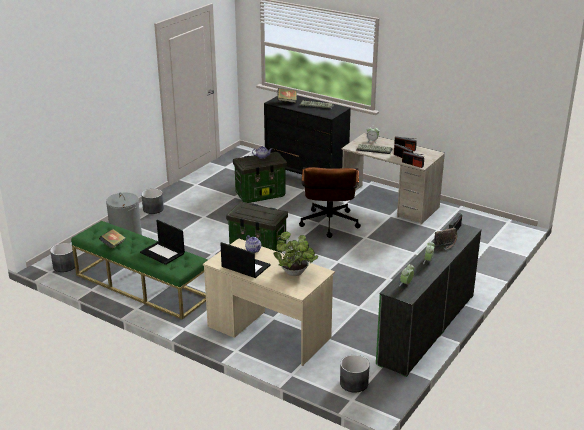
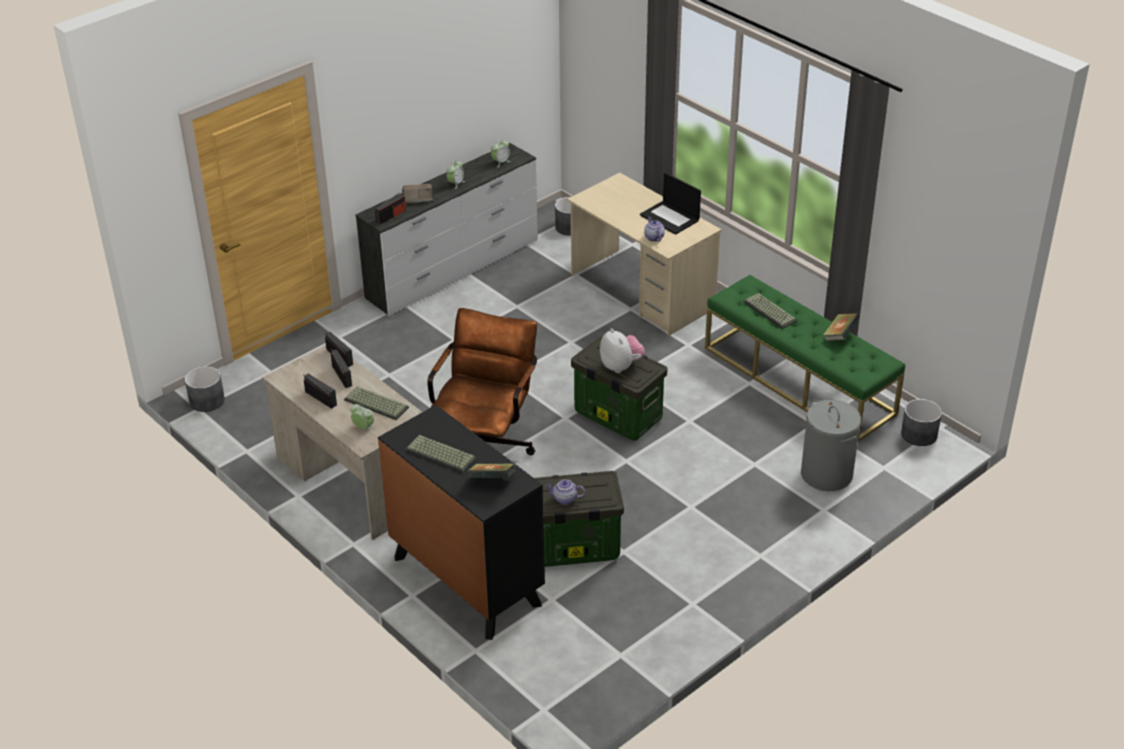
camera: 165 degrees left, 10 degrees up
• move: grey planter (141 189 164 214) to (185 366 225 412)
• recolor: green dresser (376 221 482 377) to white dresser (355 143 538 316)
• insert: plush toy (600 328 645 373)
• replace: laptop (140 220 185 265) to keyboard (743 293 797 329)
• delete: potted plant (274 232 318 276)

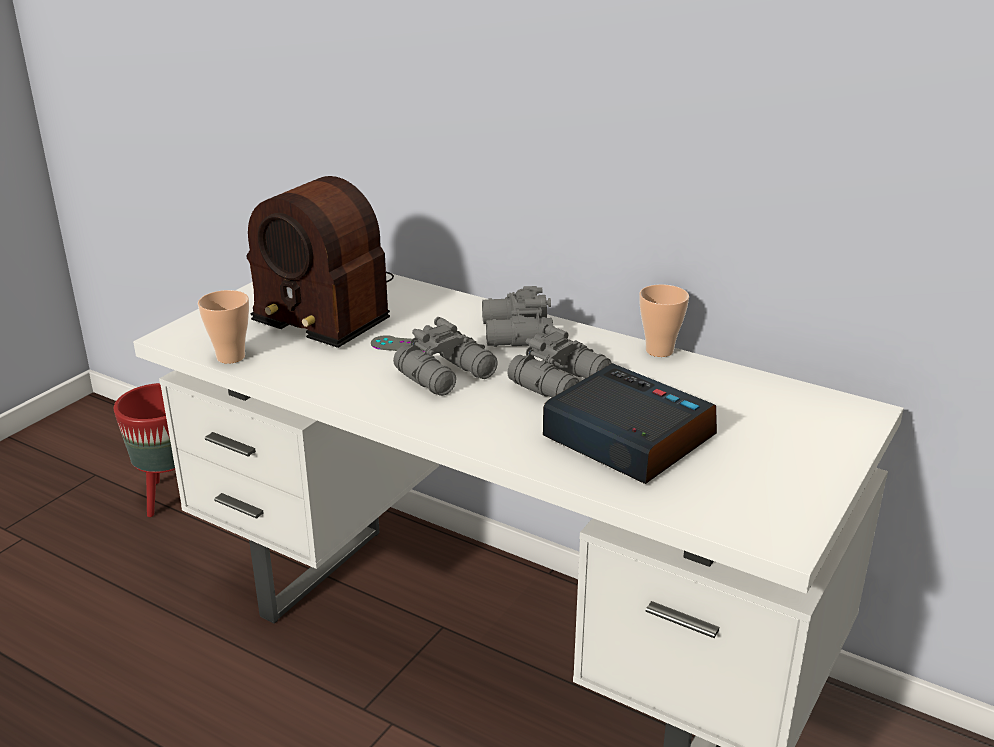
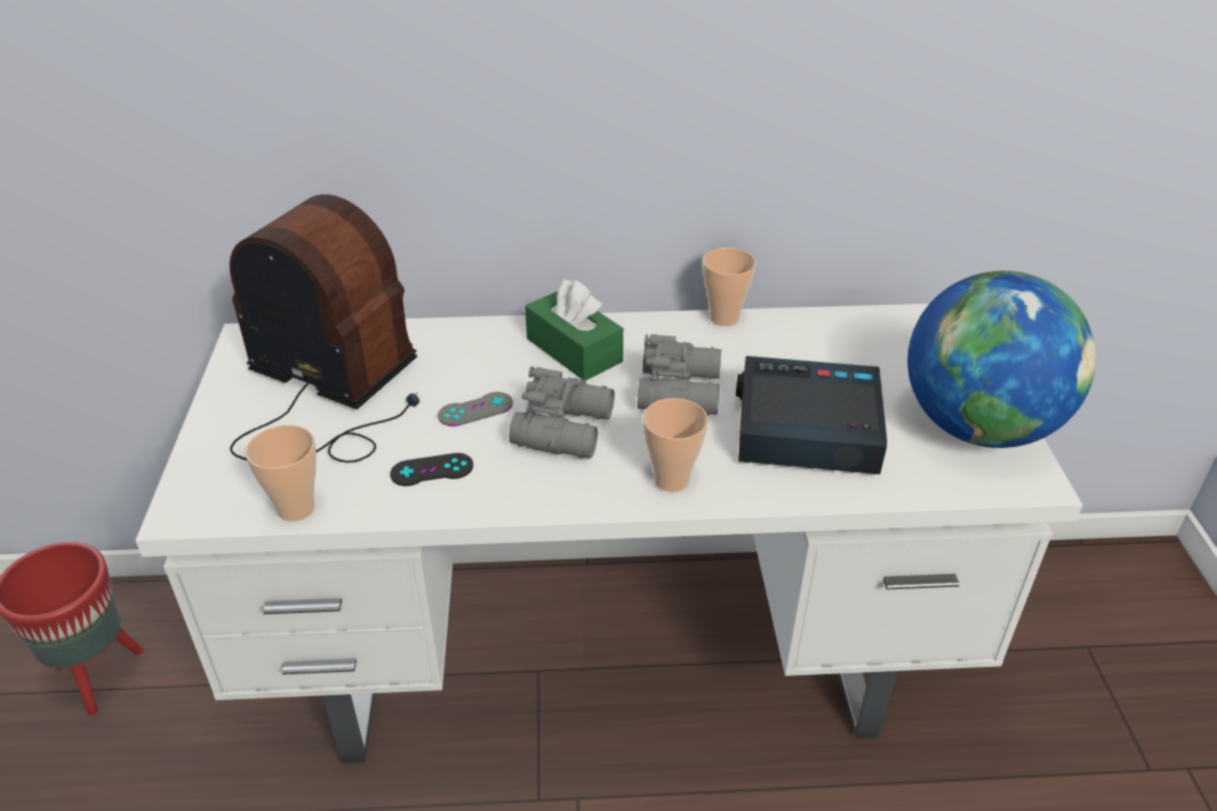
camera: 35 degrees left, 10 degrees up
• rotate: radio (246 176 394 348) = (229 194 420 463) 150 degrees counterclockwise
• insert: black game controller (390 453 473 486)
• replace: grey binoculars (482 286 553 347) to green tissue box (525 280 623 380)
• insert: cup (643 398 708 492)
• insert: globe (908 271 1096 448)

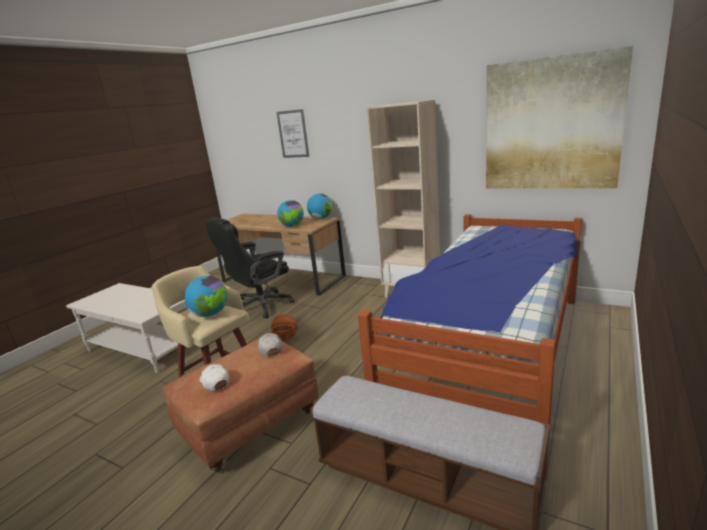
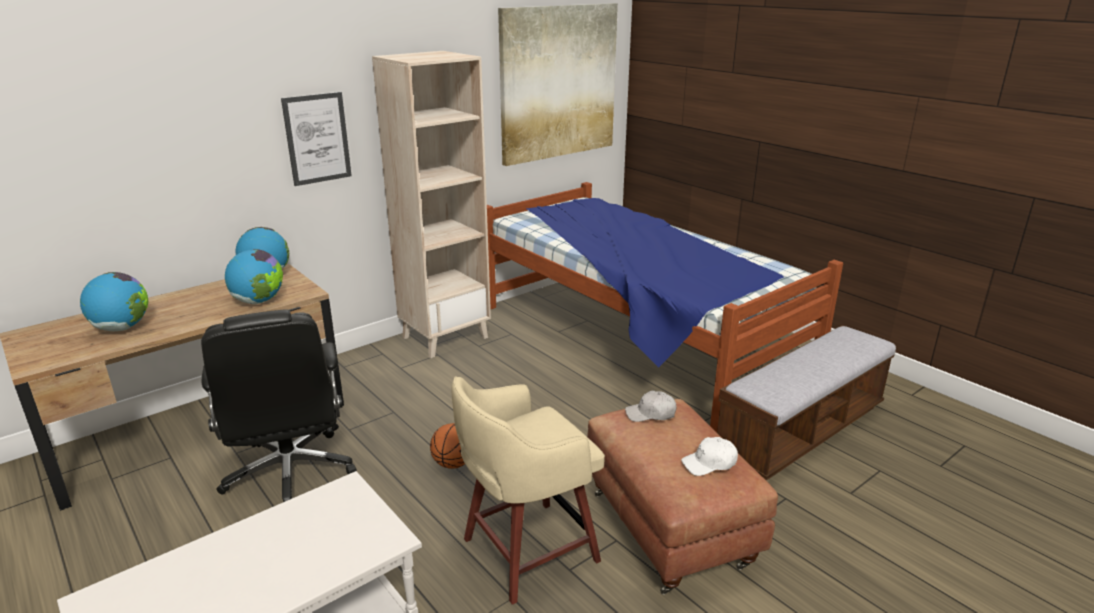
camera: 70 degrees left, 5 degrees up
• move: globe (185 276 227 317) to (80 272 148 331)
• move: picture (277 109 309 158) to (281 92 352 186)

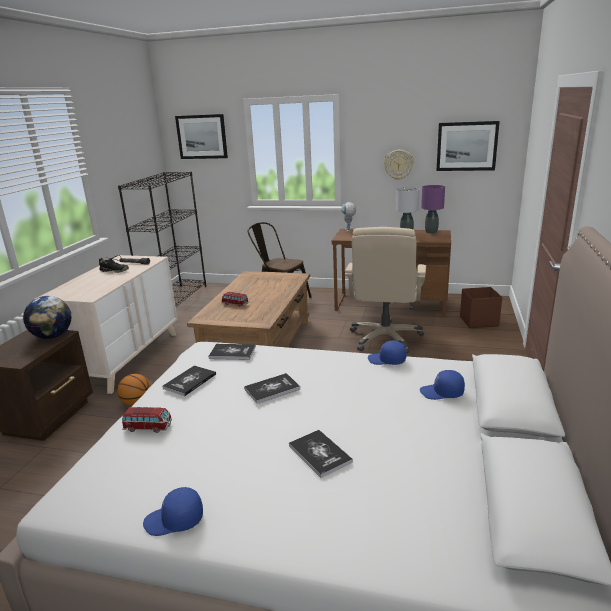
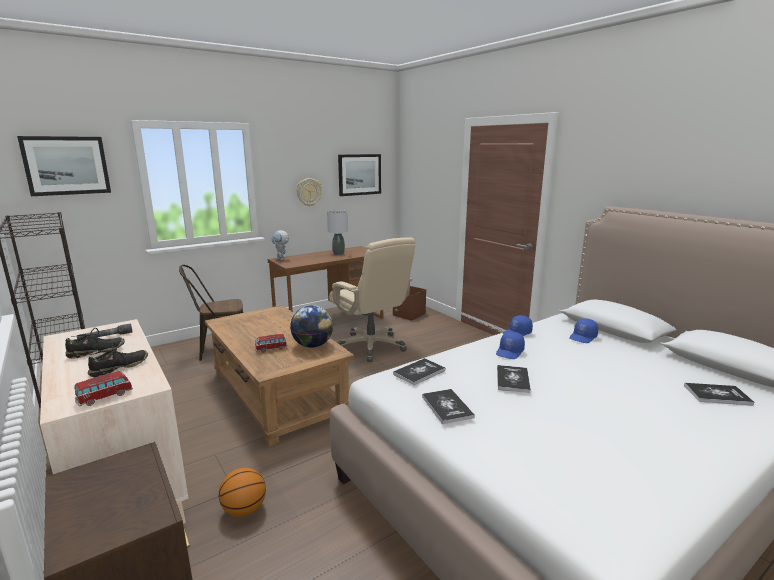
camera: 50 degrees left, 5 degrees down
• move: toy car (122 407 172 433) to (74 371 133 406)
• insert: black shoe (88 343 148 378)
• move: globe (23 296 72 339) to (290 305 333 348)
• move: blue cap (143 487 203 536) to (496 331 525 359)
• move: book (289 430 353 478) to (684 383 755 406)
• delete: purple table lamp (421 185 445 234)

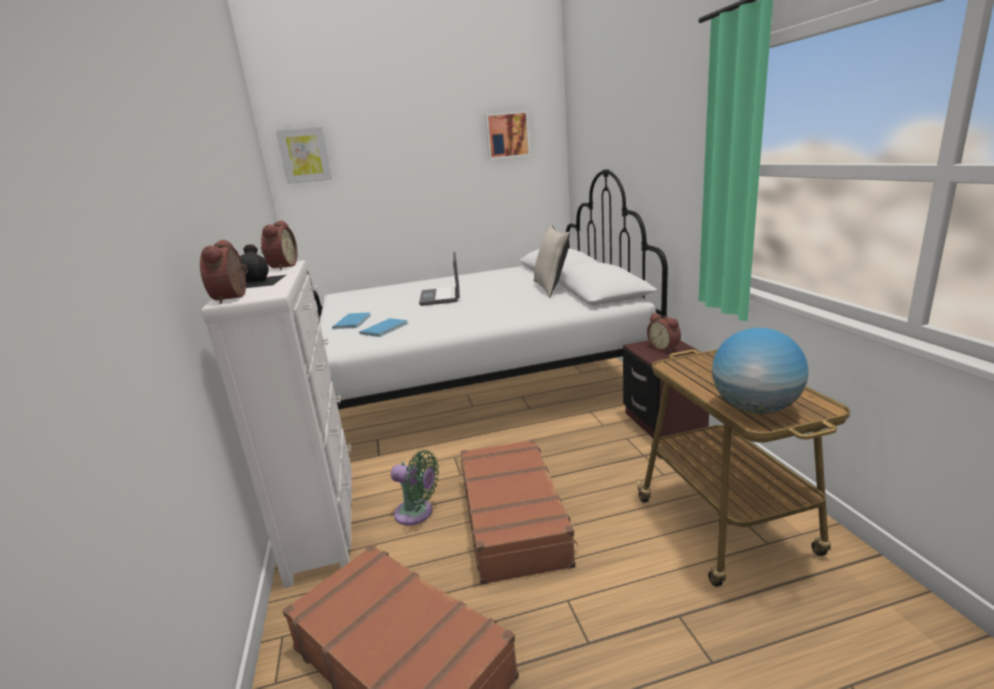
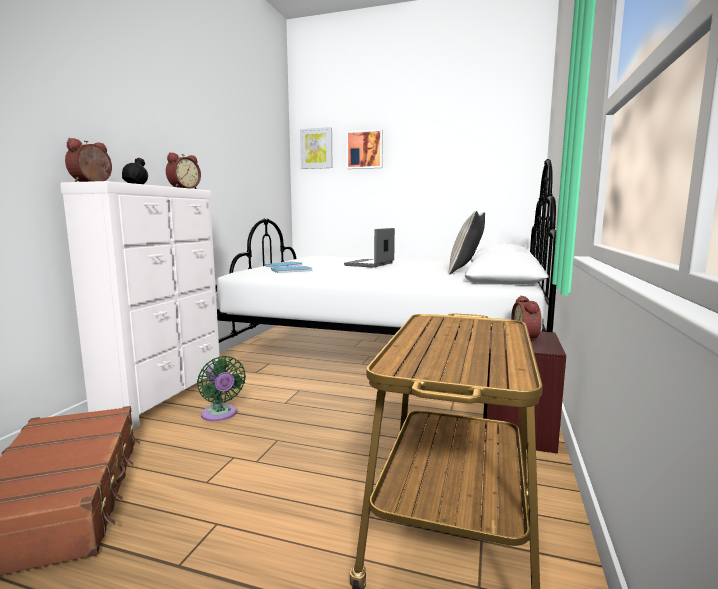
camera: 30 degrees right, 10 degrees down
• move: picture (485 111 531 160) to (346 129 383 169)
• delete: brown suitcase (461 439 578 585)
• delete: globe (712 328 808 414)

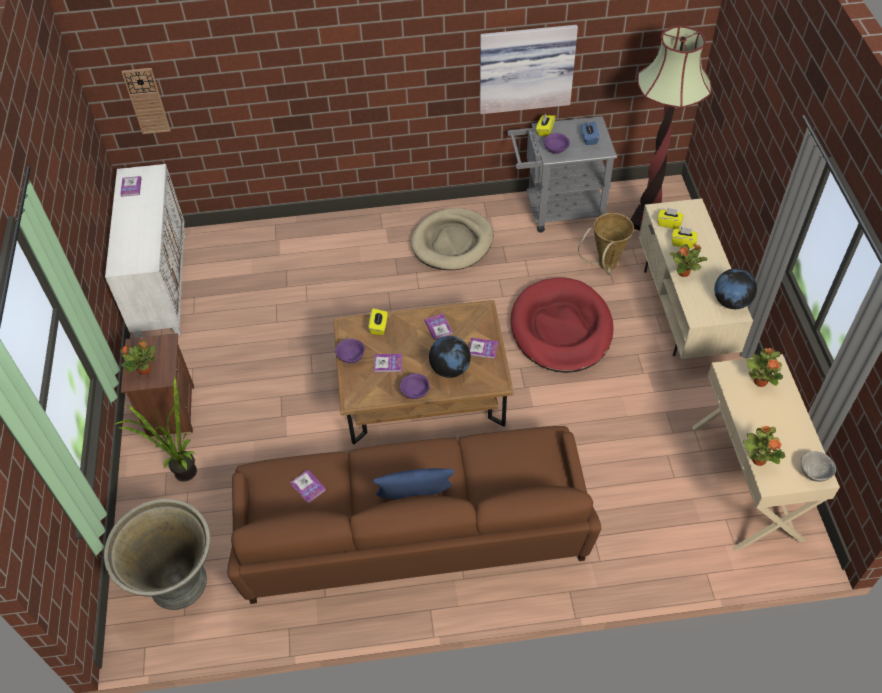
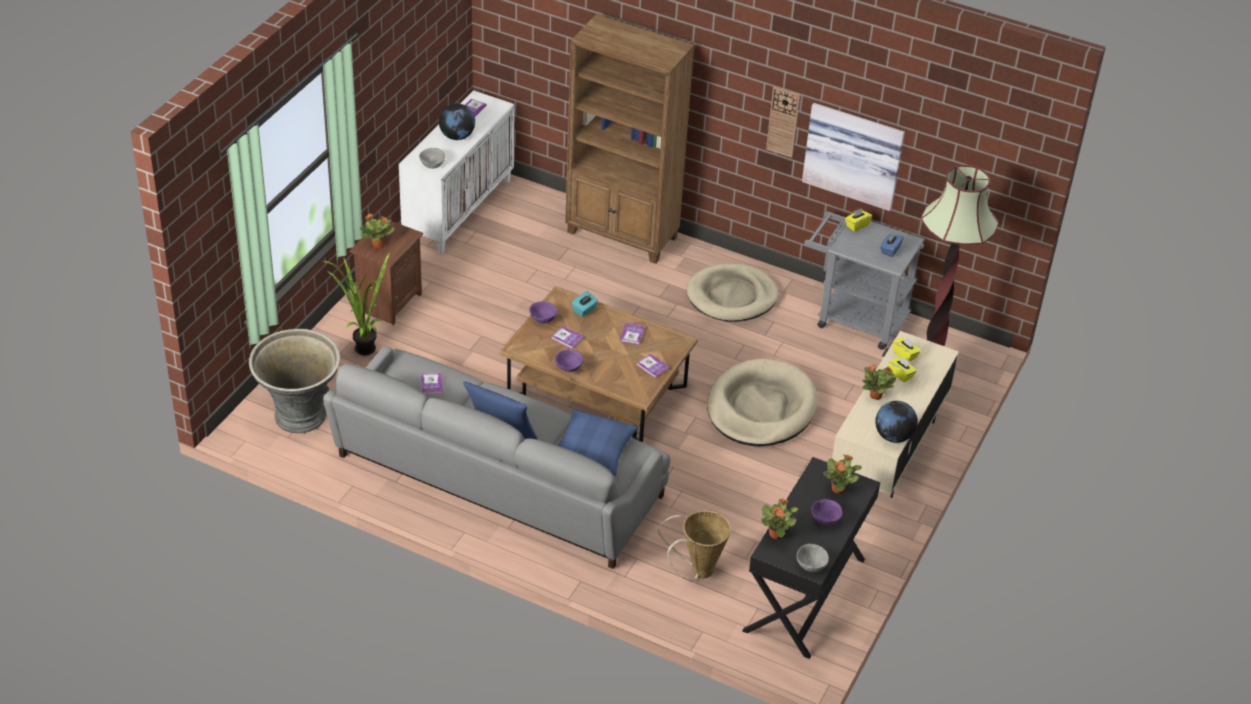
camera: 30 degrees right, 10 degrees down
• recolor: brown sofa (228 426 601 604) to grey sofa (323 346 670 569)
• insert: grey bowl (419 148 445 169)
• move: globe (429 336 471 378) to (439 103 475 140)
• insert: blue pillow (557 409 639 475)
• insert: brown bookcase (565 14 694 264)
• recolor: yellow tissue box (368 309 388 335) to turquoise tissue box (571 291 598 317)
• move: basket (578 213 634 275) to (658 510 731 581)
• recolor: red dog bed (510 277 613 373) to beige dog bed (707 358 818 446)
• recolor: beige console table (692 354 840 551) to black console table (742 457 880 659)
• move: wall clock (122 68 171 134) to (766 86 800 158)
• move: purple bowl (544 133 570 154) to (811 499 843 525)

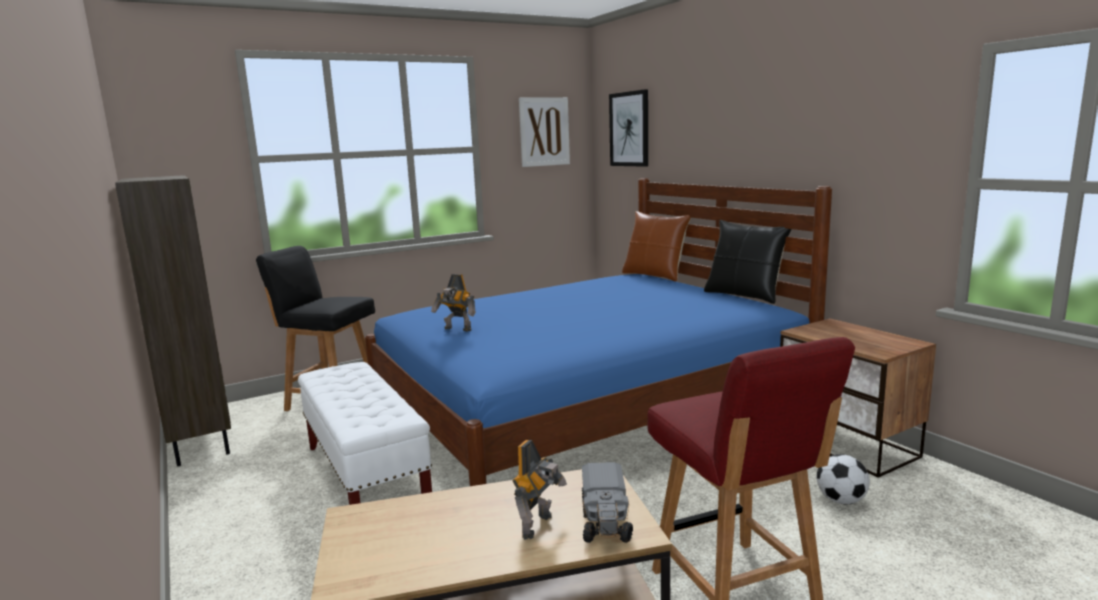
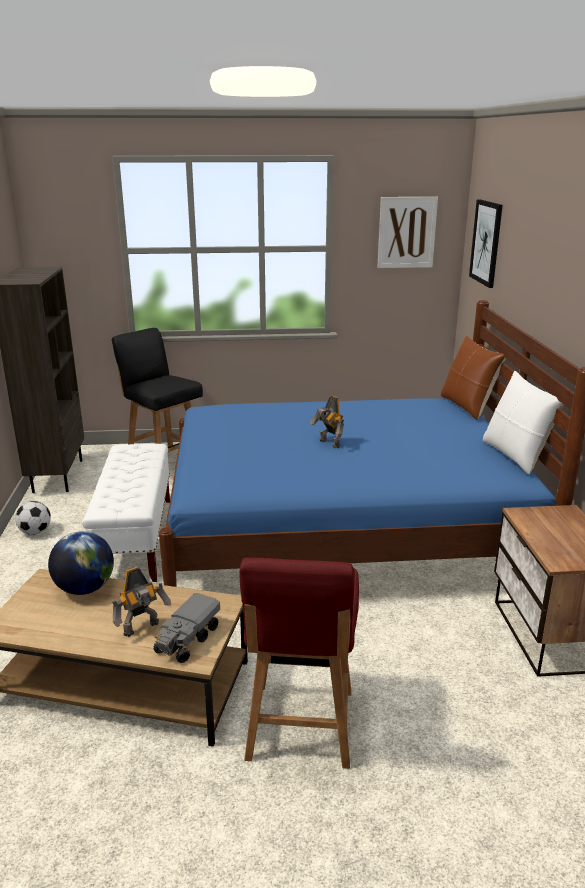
camera: 25 degrees right, 10 degrees up
• move: football (817 454 870 505) to (15 501 51 535)
• insert: globe (48 531 114 595)
• move: toy robot (431 274 475 332) to (310 396 344 448)
• recolor: black pillow (704 220 792 304) to white pillow (483 371 564 474)

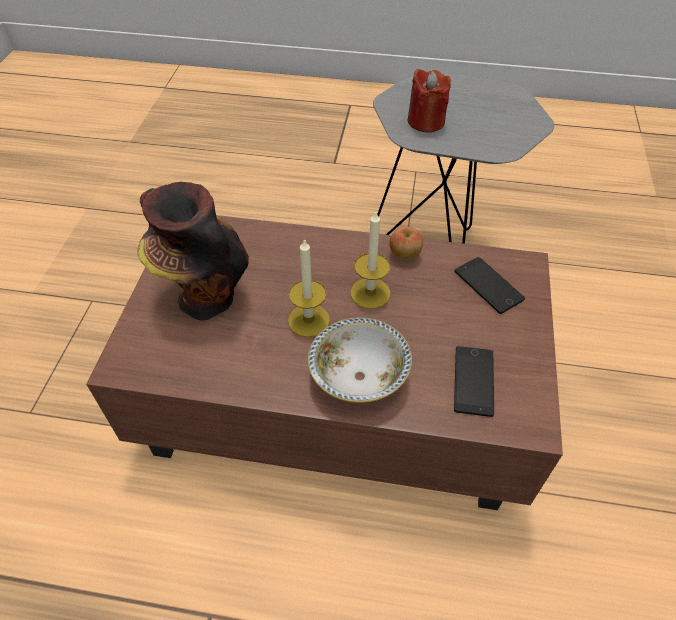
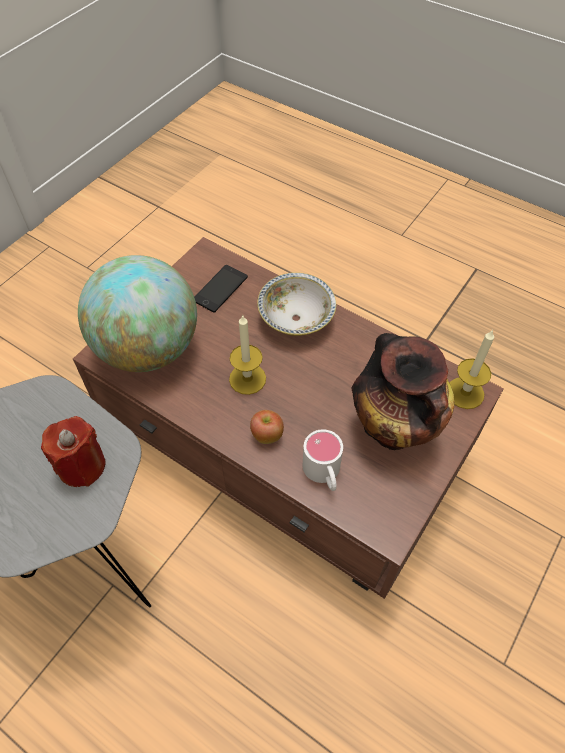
camera: 155 degrees left, 5 degrees up
• replace: phone (455 257 525 314) to globe (78 255 197 372)
• move: apple (389 226 423 260) to (250 410 284 444)
• insert: white mug (302 429 343 491)
• move: candle (288 238 330 337) to (450 330 494 409)

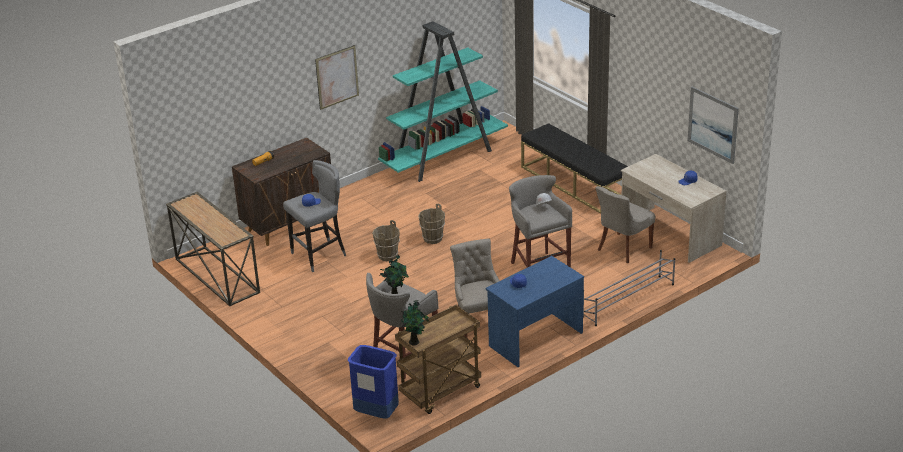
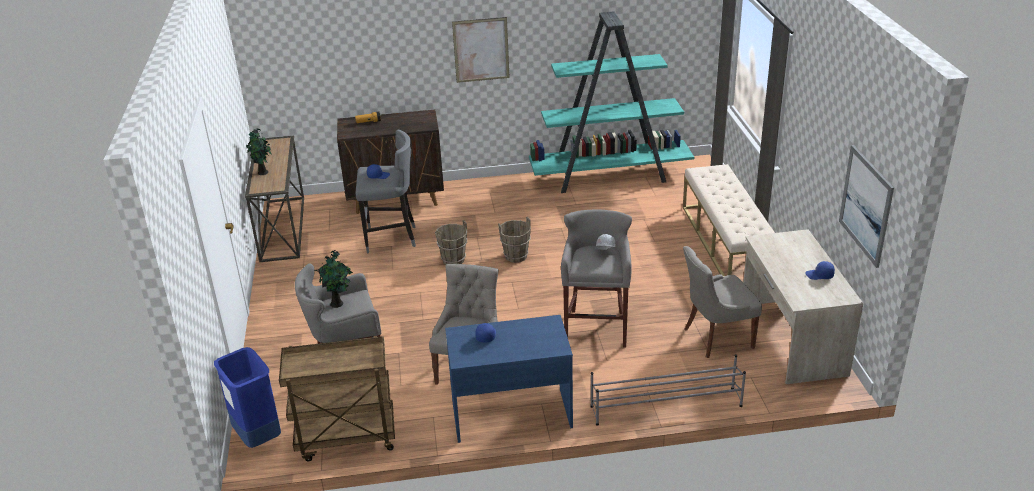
camera: 30 degrees right, 0 degrees up
• move: potted plant (400 300 429 345) to (246 128 272 175)
• recolor: black bench (521 123 628 214) to beige bench (683 164 775 276)

